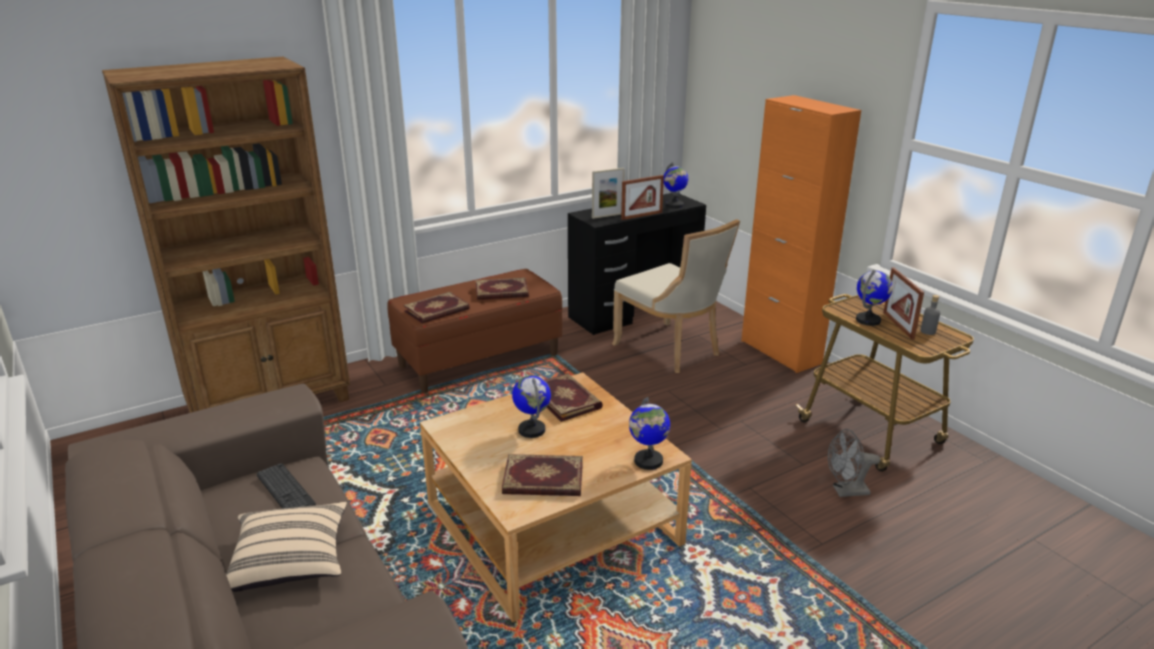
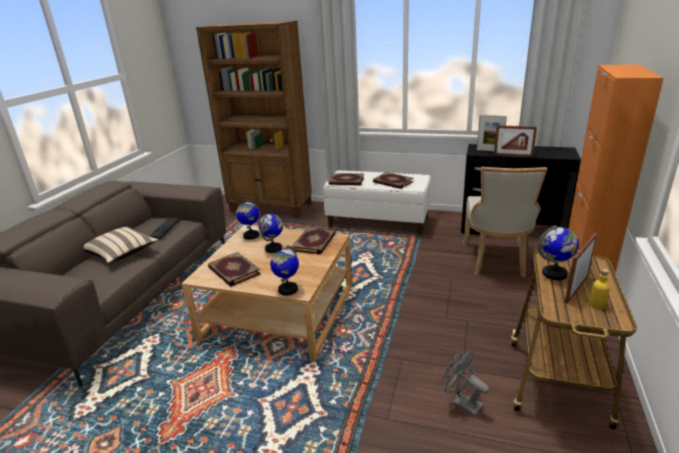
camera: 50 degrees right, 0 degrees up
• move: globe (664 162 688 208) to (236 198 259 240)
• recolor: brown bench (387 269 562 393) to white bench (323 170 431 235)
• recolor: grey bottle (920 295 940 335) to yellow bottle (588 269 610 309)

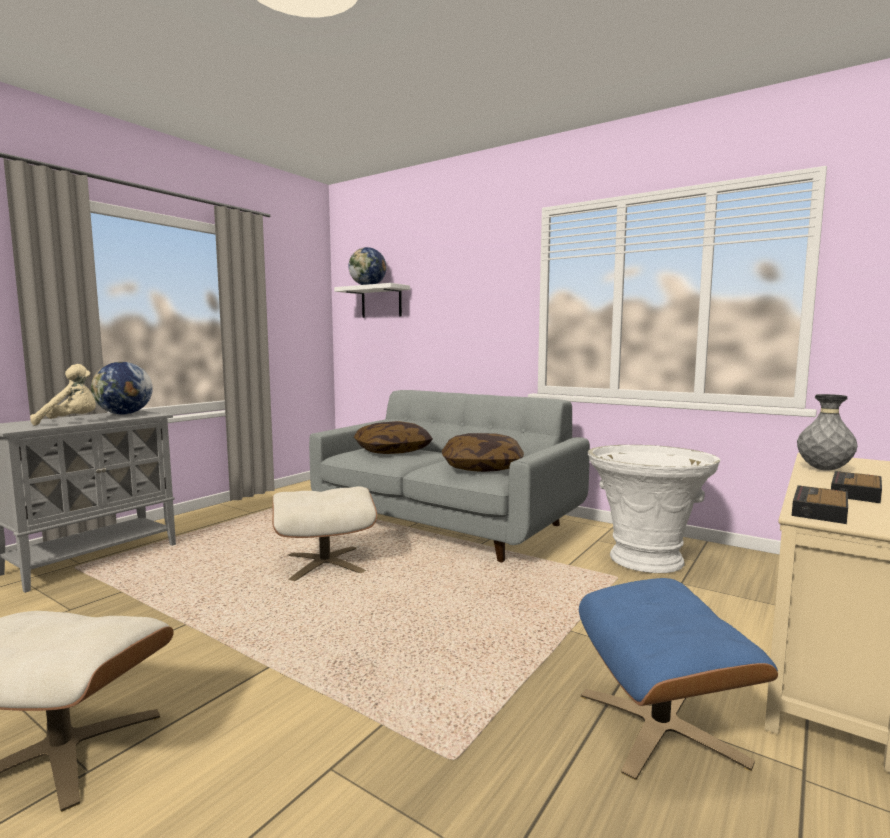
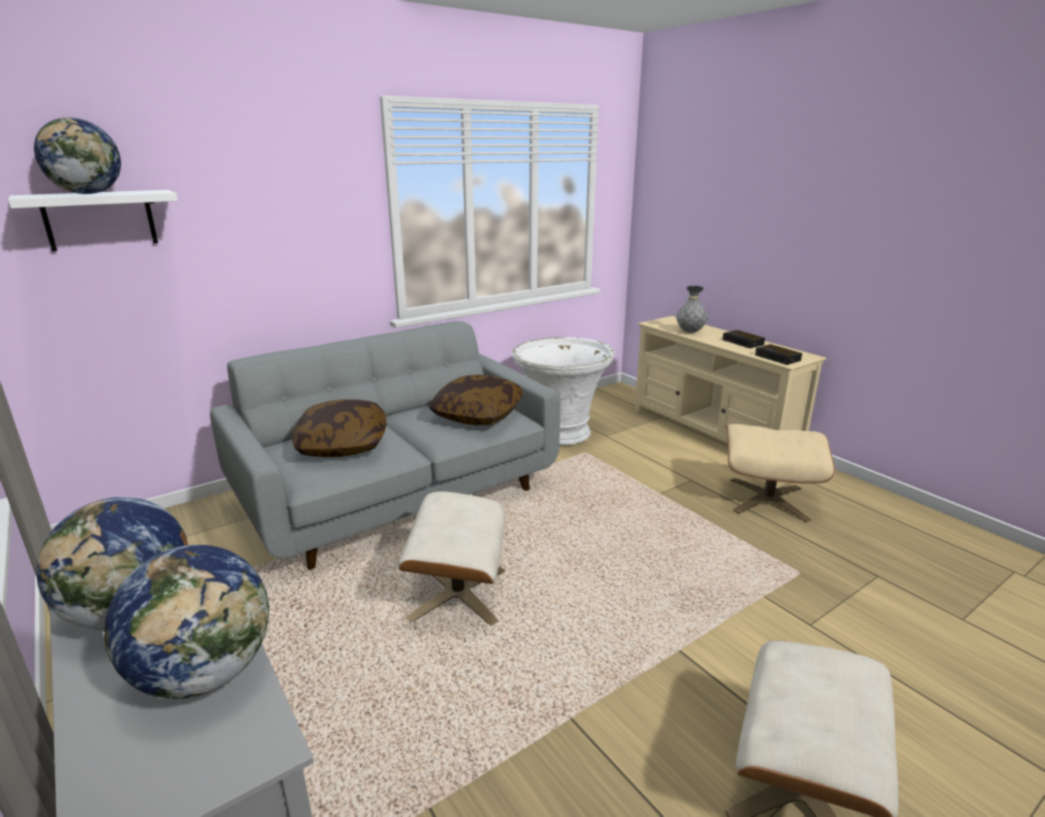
camera: 70 degrees left, 15 degrees up
• replace: beige plush toy (30 364 96 426) to globe (102 545 269 699)
• recolor: blue ottoman (579 578 778 780) to beige ottoman (726 424 835 523)

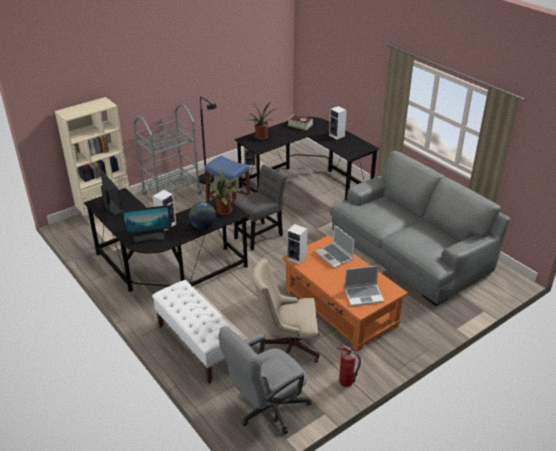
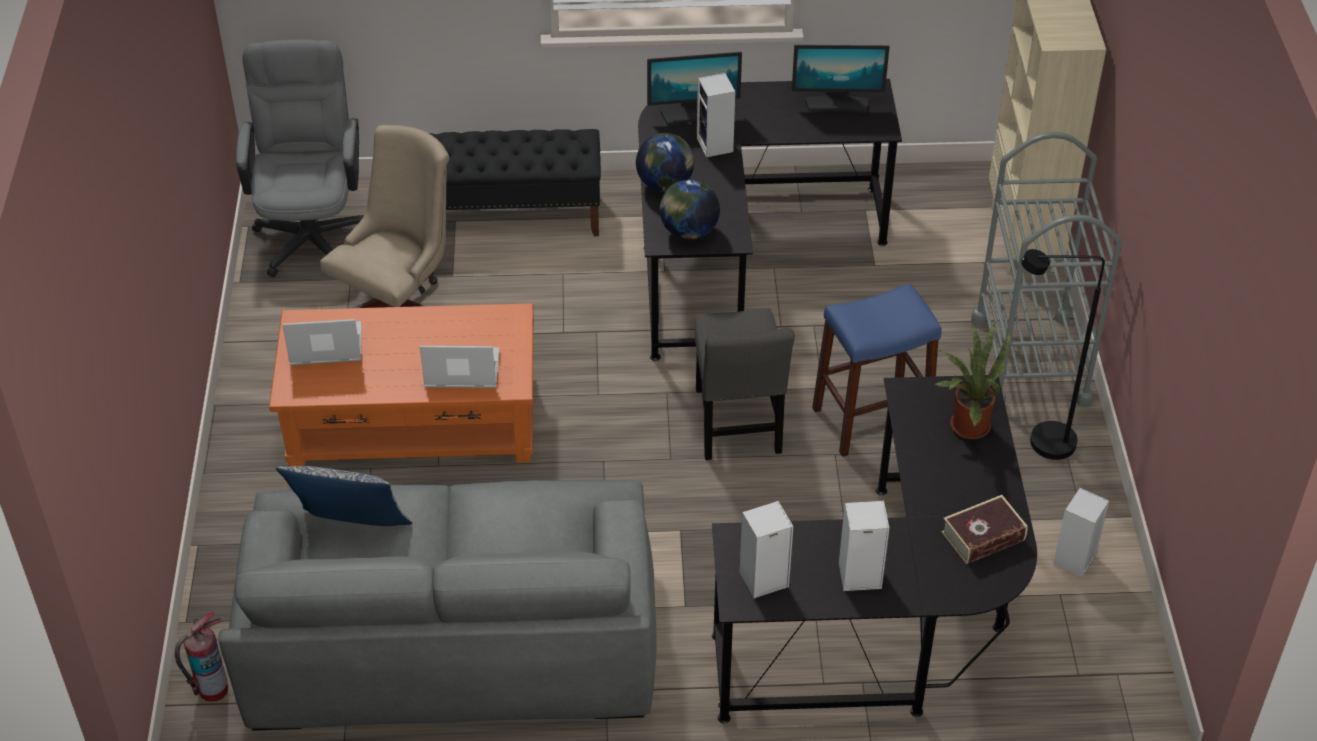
camera: 125 degrees right, 10 degrees up
• move: fire extinguisher (337 344 361 387) to (175 612 228 701)
• insert: pillow (276 466 412 526)
• rotate: laptop (345 265 384 306) = (282 319 362 365) 60 degrees clockwise
• recolor: white bench (152 280 241 384) to black bench (429 129 601 236)
• rotate: monitor (121 205 172 244) = (647 52 742 126) 120 degrees counterclockwise
• replace: potted plant (209 167 241 215) to globe (660 179 720 240)
• move: speaker (287 224 308 265) to (739 501 793 598)

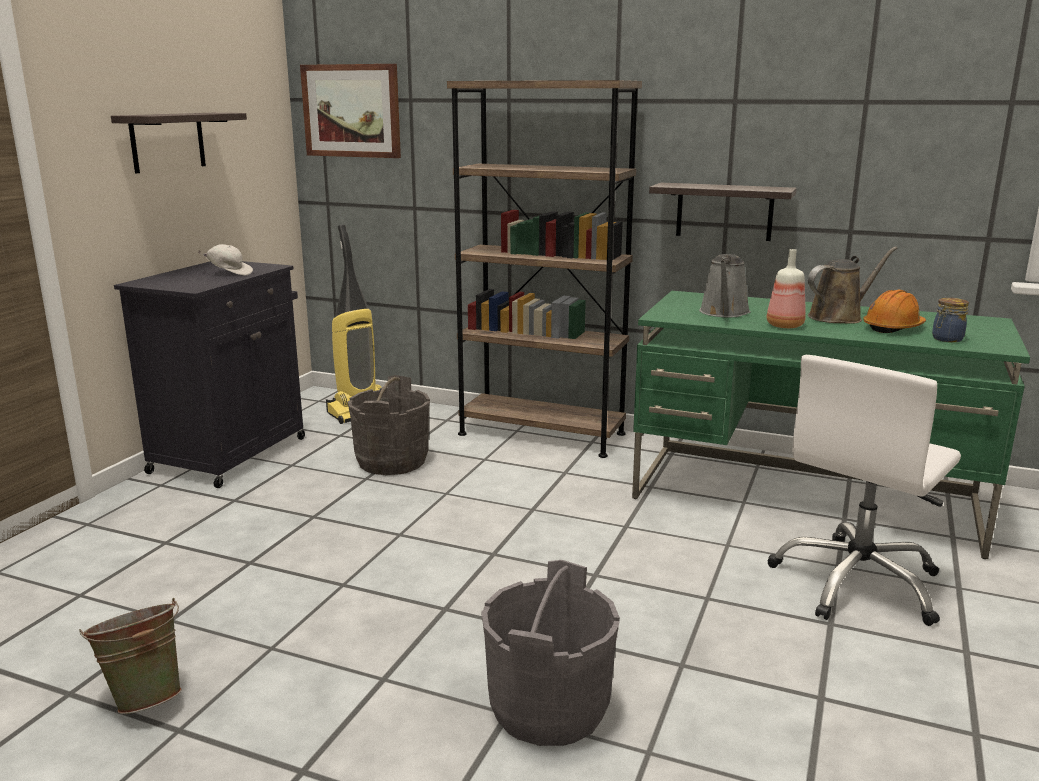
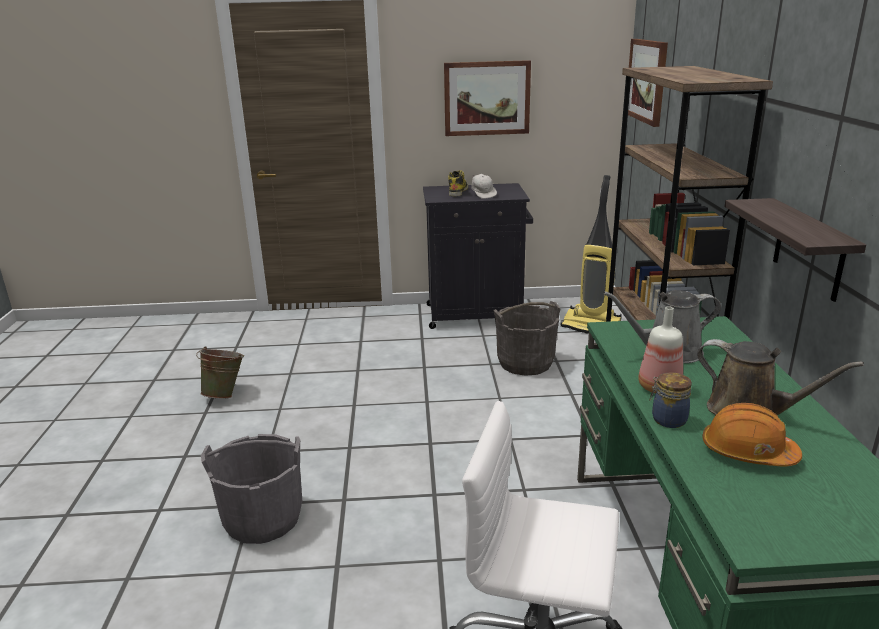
camera: 65 degrees right, 5 degrees up
• replace: shelf (111 113 247 174) to picture (444 60 531 136)
• insert: boot (448 170 468 196)
• move: jar (932 298 969 342) to (649 372 692 428)

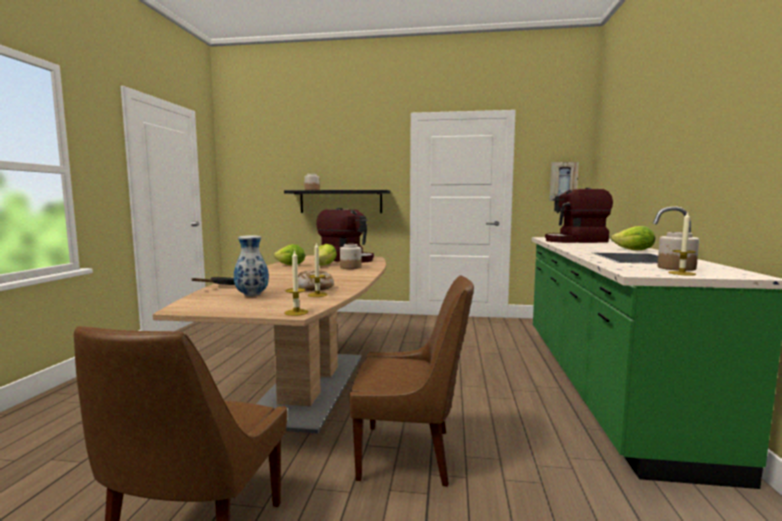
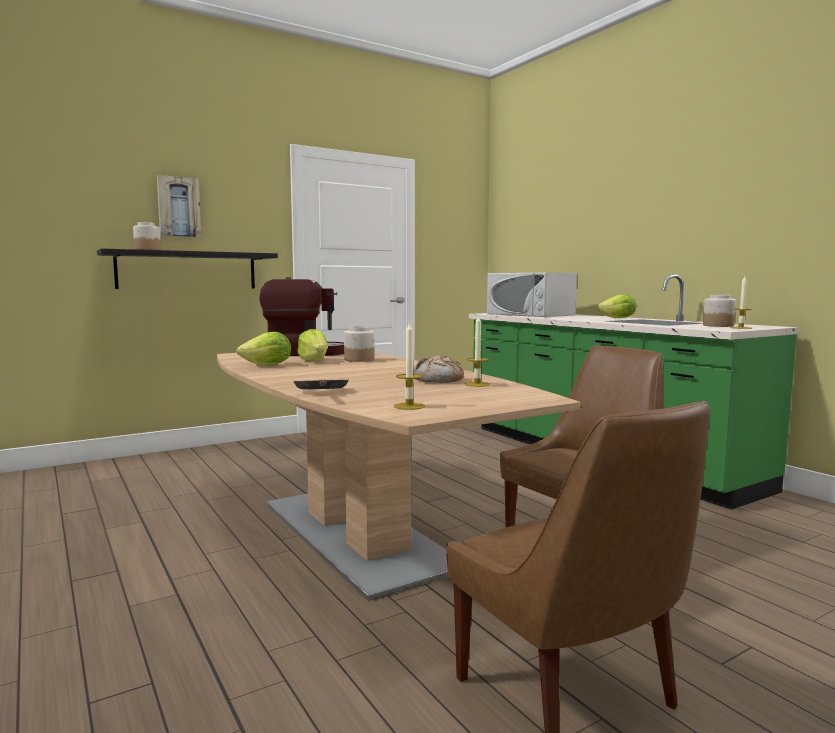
camera: 40 degrees left, 0 degrees up
• move: picture (549 162 579 201) to (157 175 201 237)
• move: candle (284 250 308 316) to (394 322 425 410)
• replace: coffee machine (545 188 613 243) to white microwave (487 272 577 317)
• delete: vase (234 235 269 296)

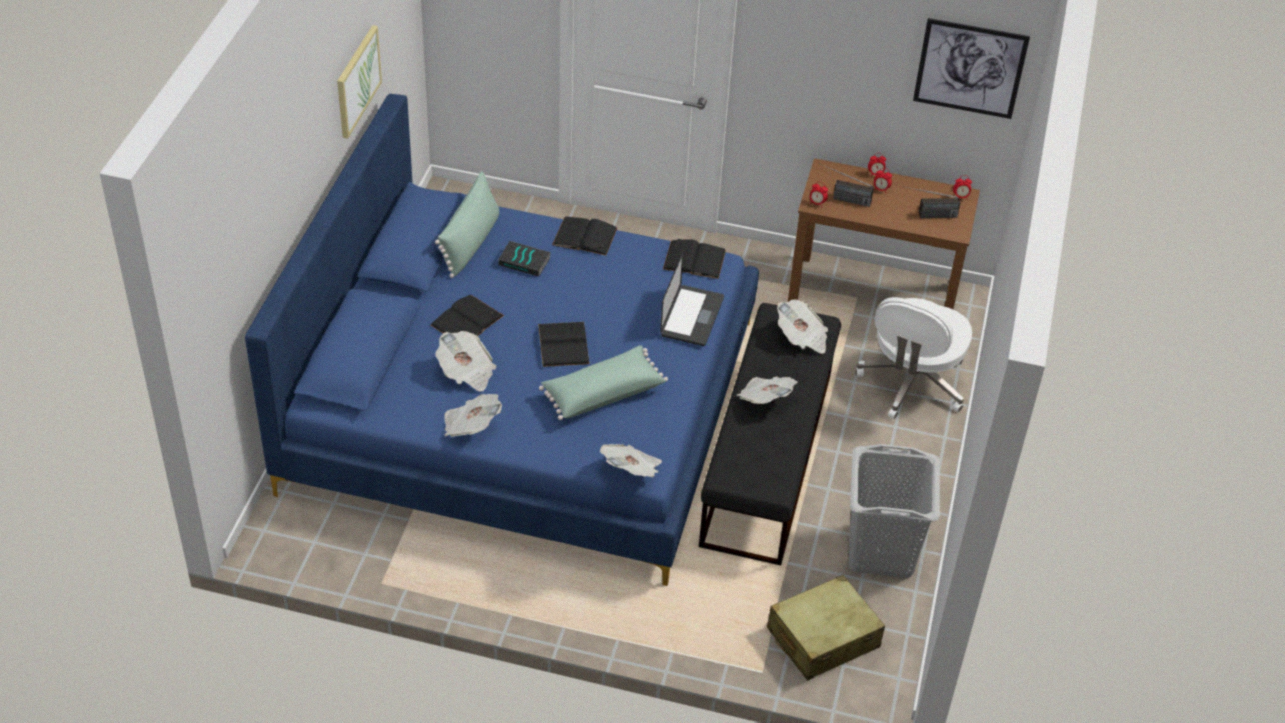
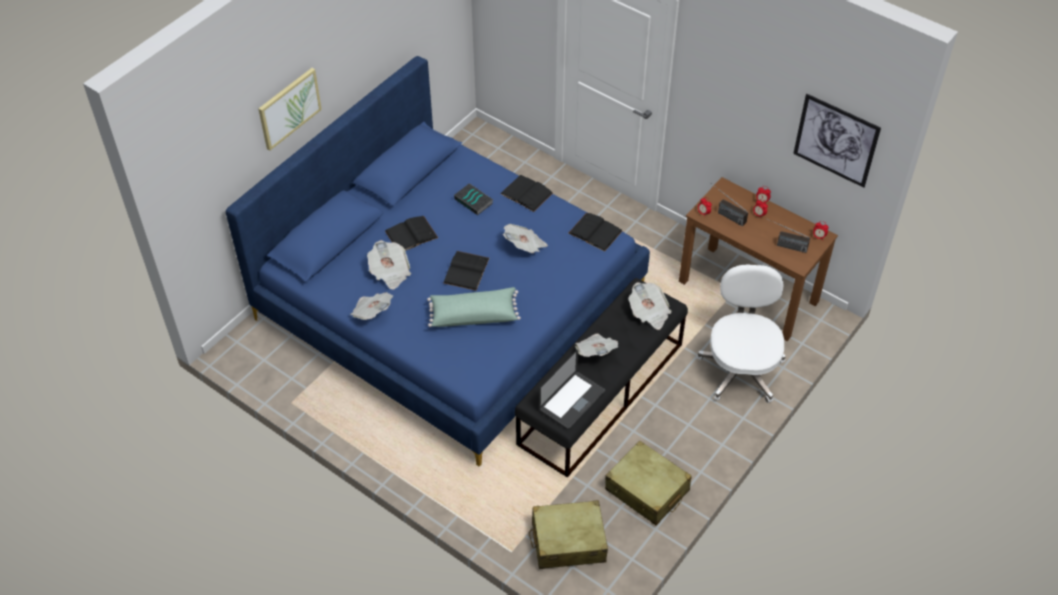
camera: 25 degrees right, 5 degrees up
• move: picture (337 25 382 139) to (258 68 322 151)
• move: newspaper (600 444 662 477) to (503 224 548 253)
• move: laptop (660 252 724 346) to (539 350 605 430)
• replace: grey laundry basket (848 444 940 578) to beige suitcase (605 440 692 525)
• rotate: white office chair (856 297 972 419) = (696 265 785 403) 135 degrees clockwise
• delete: green pillow (435 171 499 278)

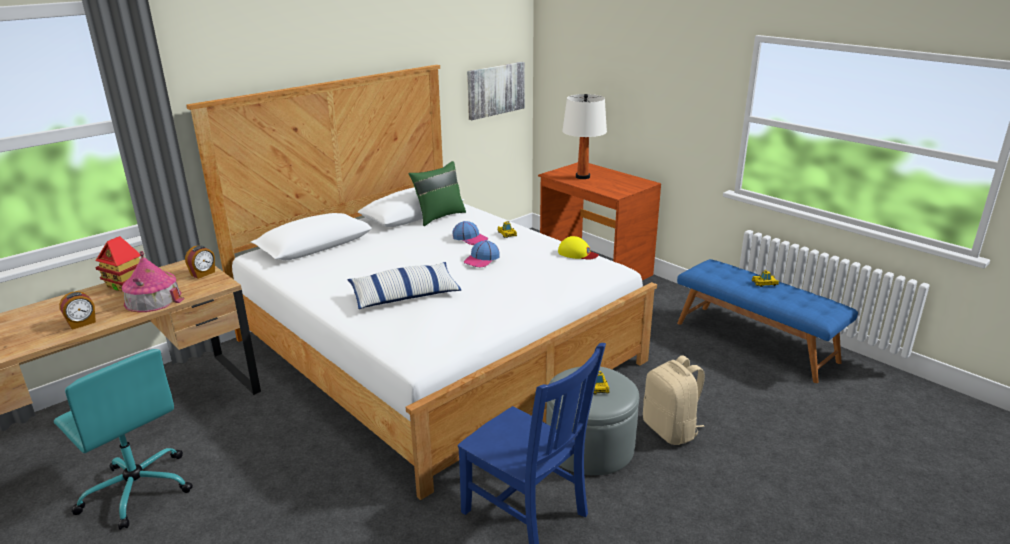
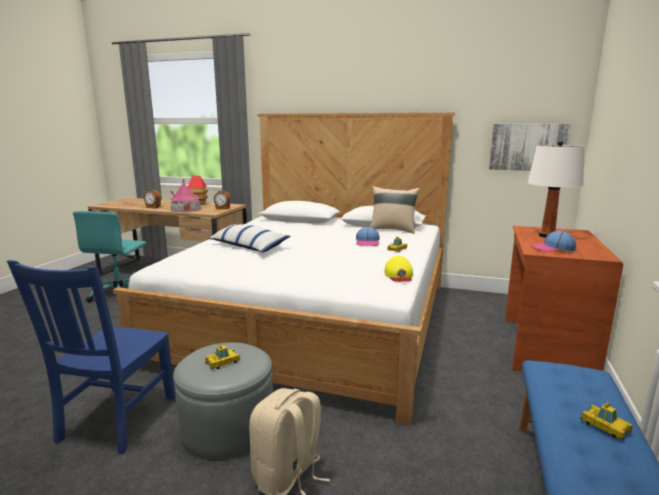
camera: 60 degrees right, 10 degrees down
• recolor: green pillow (409 161 466 226) to beige pillow (370 186 420 234)
• move: cap (464 240 500 267) to (531 231 576 252)

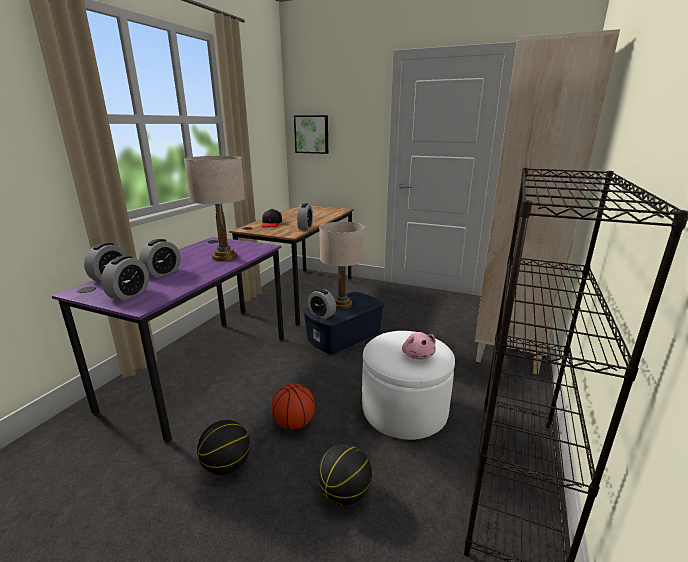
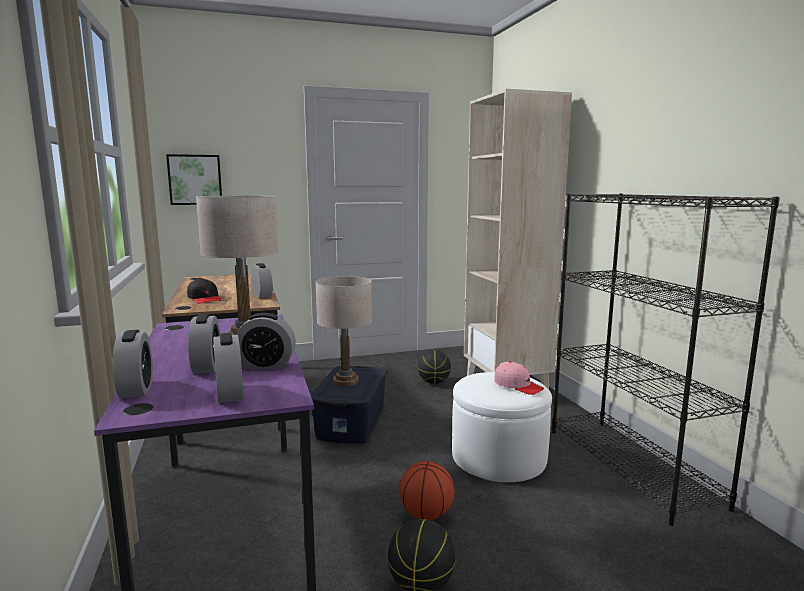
camera: 40 degrees left, 10 degrees down
• move: alarm clock (308 289 336 319) to (236 313 296 369)
• move: basketball (317 444 372 505) to (418 350 451 384)
• replace: pink plush toy (402 332 436 360) to pink cap (494 361 544 395)

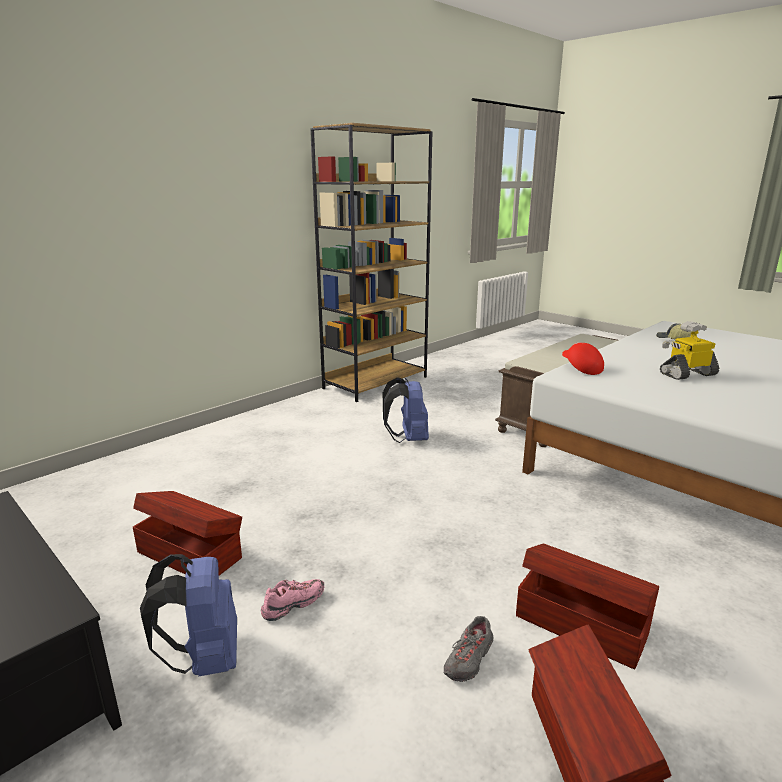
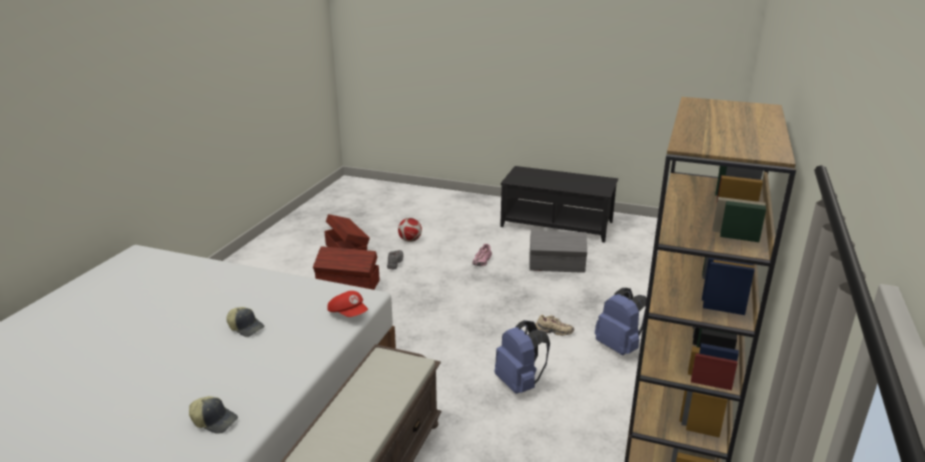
camera: 155 degrees right, 5 degrees up
• replace: toy robot (660 321 720 380) to cap (226 307 264 337)
• insert: football (398 218 422 242)
• recolor: brown storage box (133 491 242 575) to grey storage box (529 230 587 273)
• insert: beige shoe (535 315 574 336)
• move: blue backpack (140 554 237 677) to (595 288 647 355)

